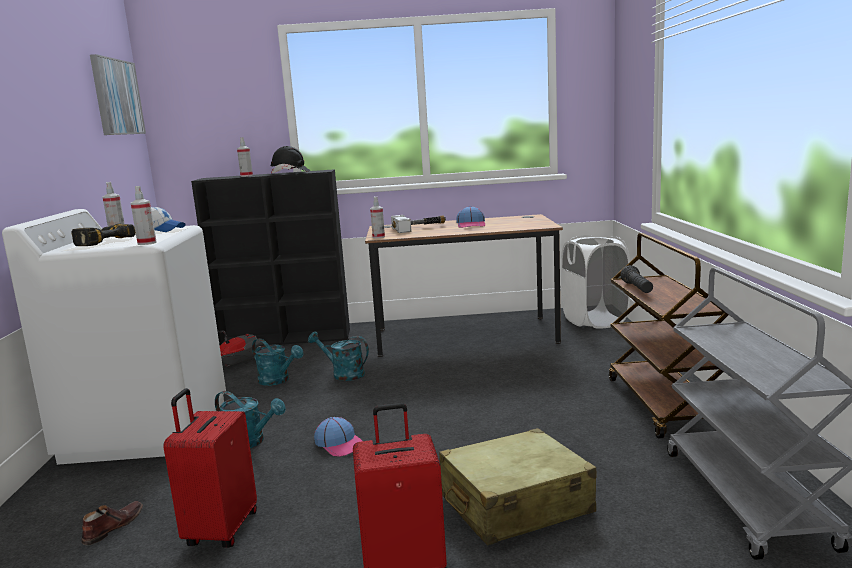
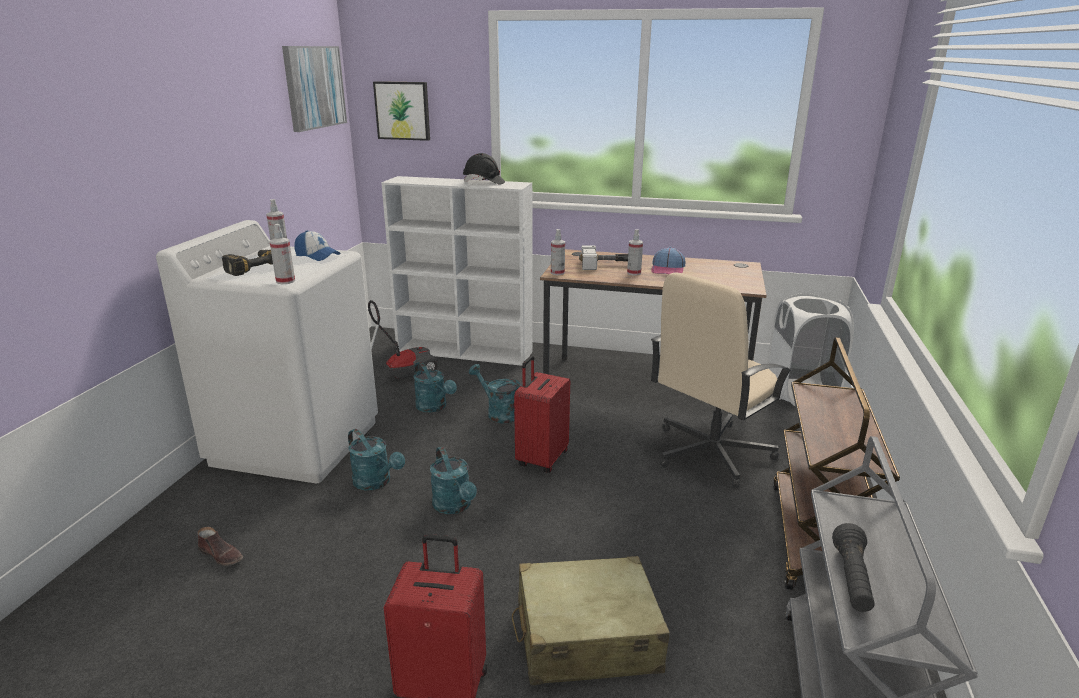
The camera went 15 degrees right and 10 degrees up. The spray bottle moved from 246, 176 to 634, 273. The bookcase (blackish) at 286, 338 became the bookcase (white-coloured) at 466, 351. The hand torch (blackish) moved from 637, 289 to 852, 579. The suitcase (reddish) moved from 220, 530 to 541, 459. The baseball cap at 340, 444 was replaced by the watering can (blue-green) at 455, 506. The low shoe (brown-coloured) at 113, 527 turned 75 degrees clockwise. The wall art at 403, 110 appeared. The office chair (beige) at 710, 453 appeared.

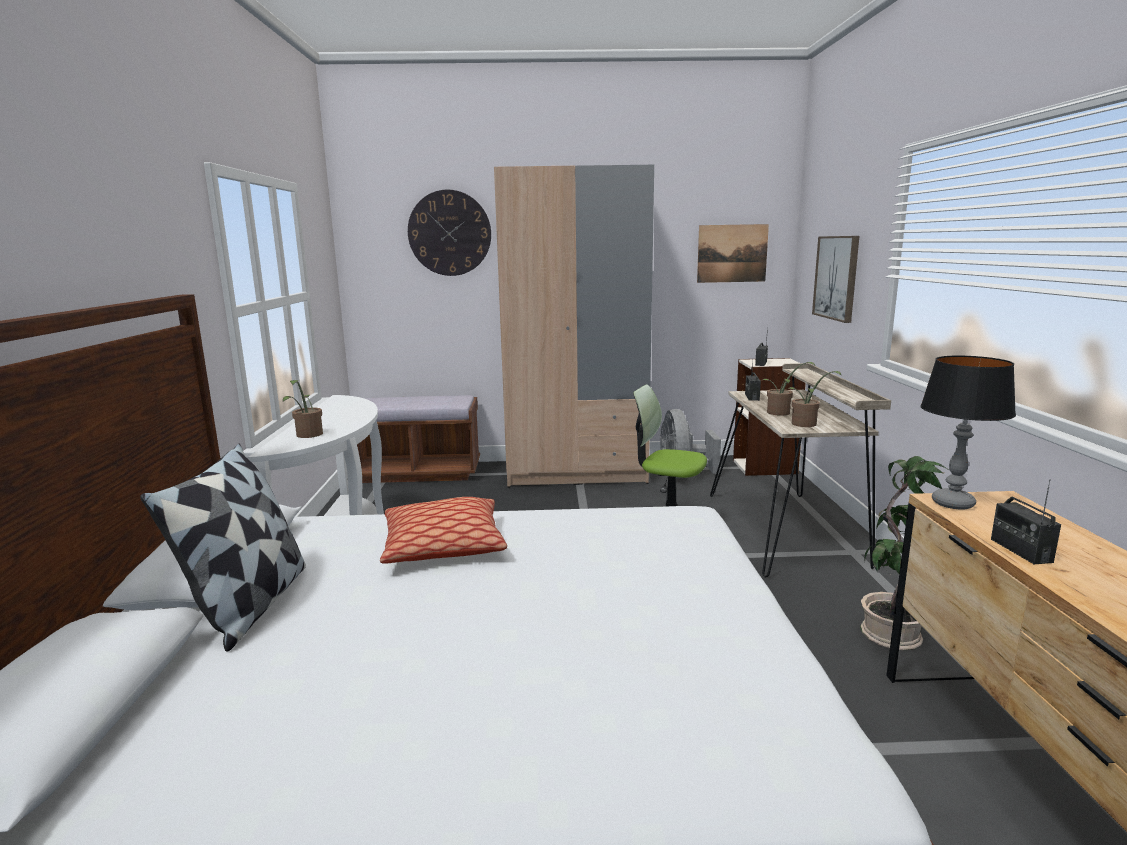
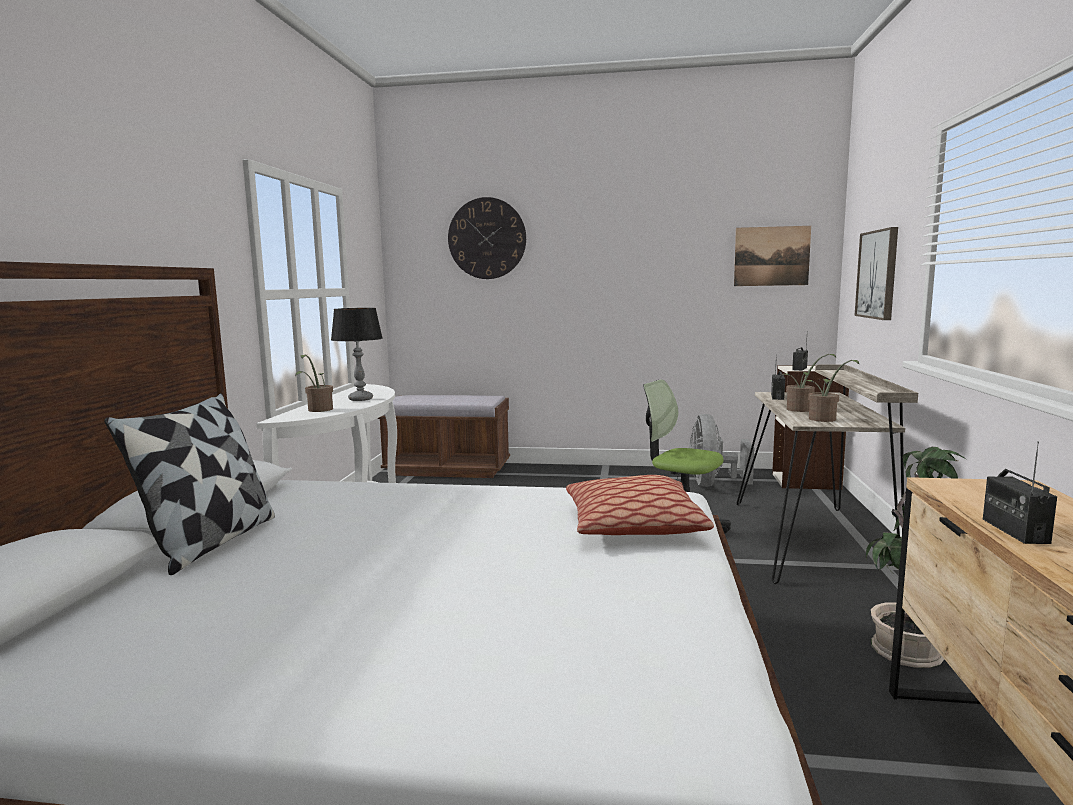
The camera went 10 degrees right and 5 degrees down. The wardrobe (beige) at 576, 472 disappeared. The tabletop lamp moved from 952, 503 to 361, 399. The throw pillow moved from 443, 546 to 633, 525.

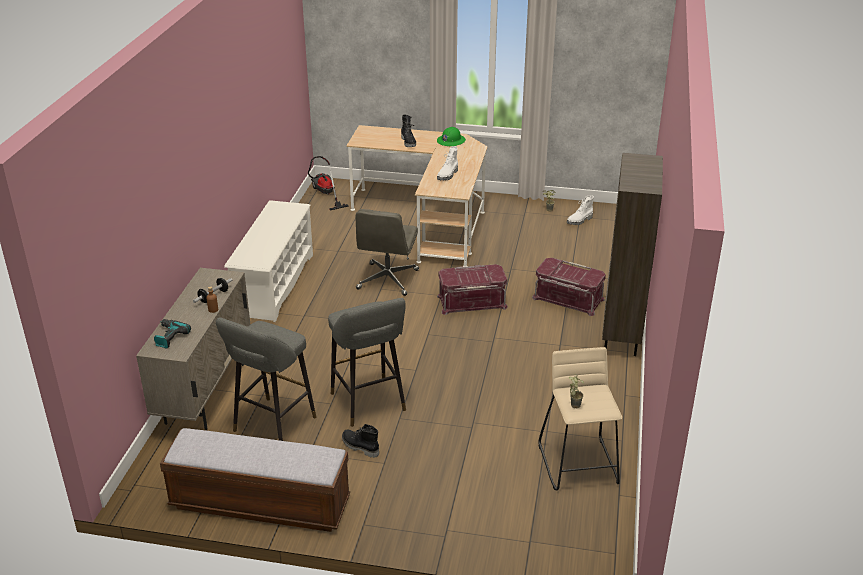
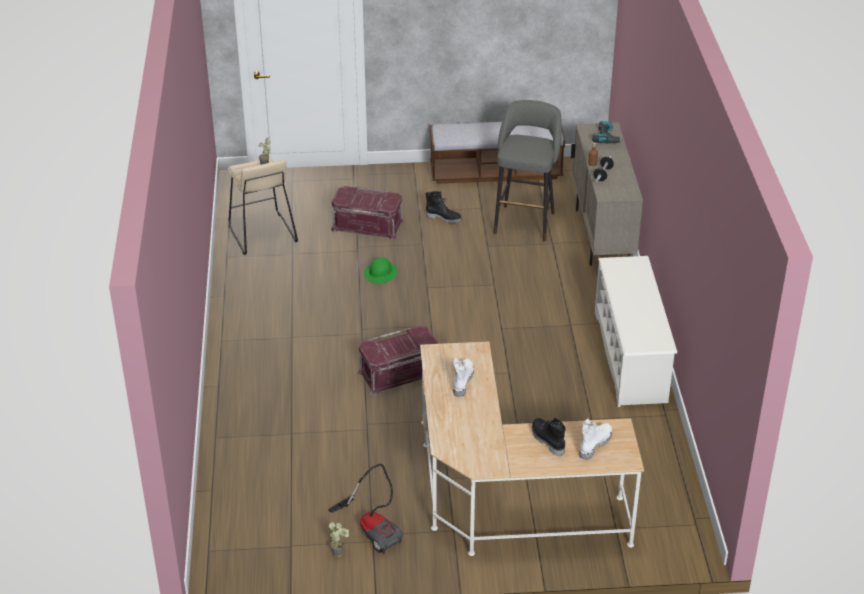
The camera went 165 degrees right and 5 degrees up. The safety helmet (greenish) moved from 451, 141 to 381, 273. The bookcase (brown-coloured) at 622, 336 disappeared. The hoover moved from 325, 194 to 373, 529. The boot (white-coloured) moved from 580, 221 to 594, 444. The office chair (gray) at 387, 280 disappeared. The storage box (reddish) moved from 568, 299 to 368, 225. The sitting stool (gray) at 370, 404 disappeared.

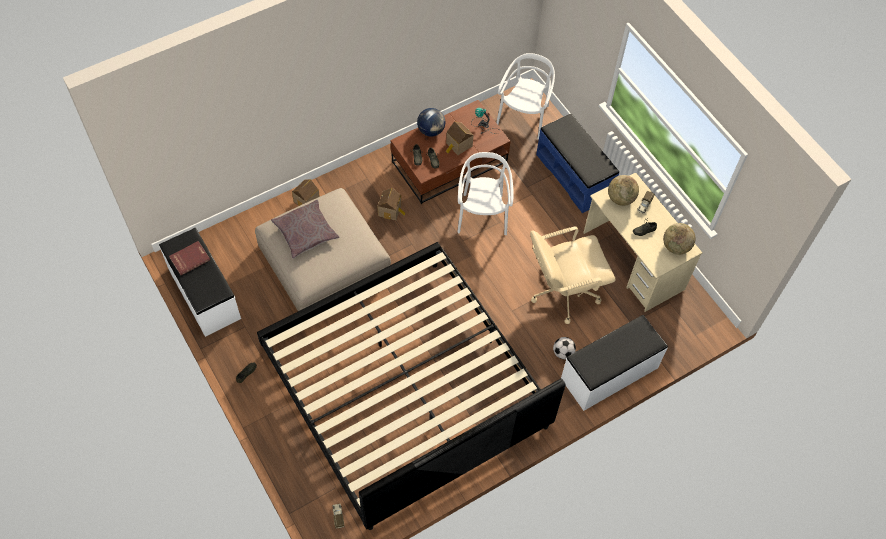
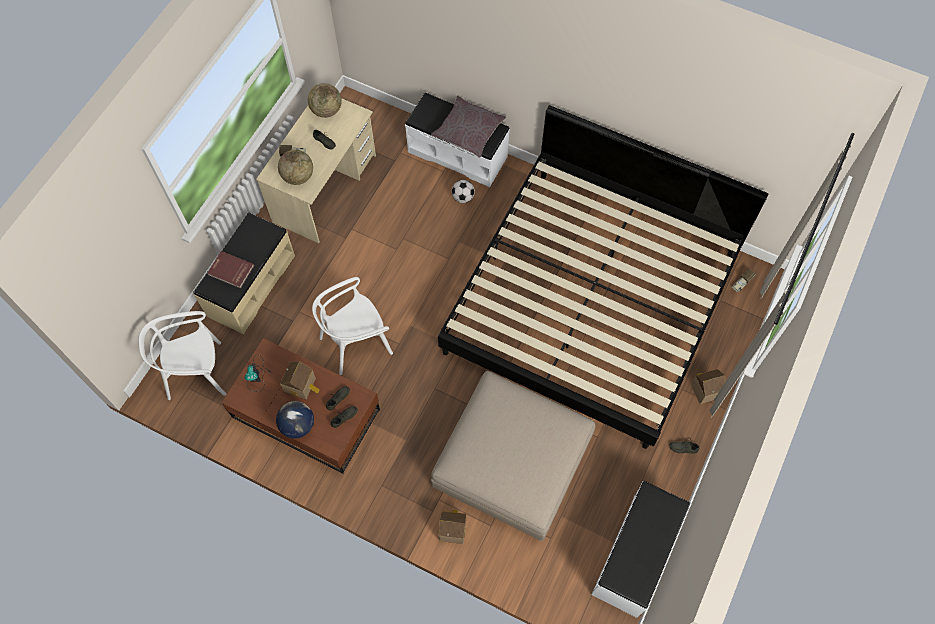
The camera went 120 degrees left and 5 degrees up. The indoor bench (blue) at 574, 175 became the indoor bench (beige) at 250, 285. The miniature house moved from 391, 211 to 705, 389. The throw pillow (gray) moved from 306, 232 to 468, 131. The office chair (beige) at 563, 291 disappeared. The volume (reddish) moved from 189, 258 to 230, 271.

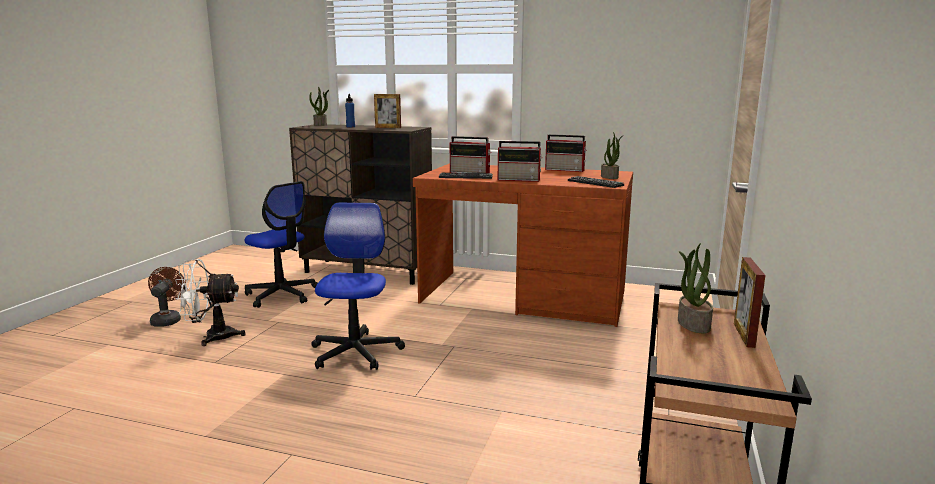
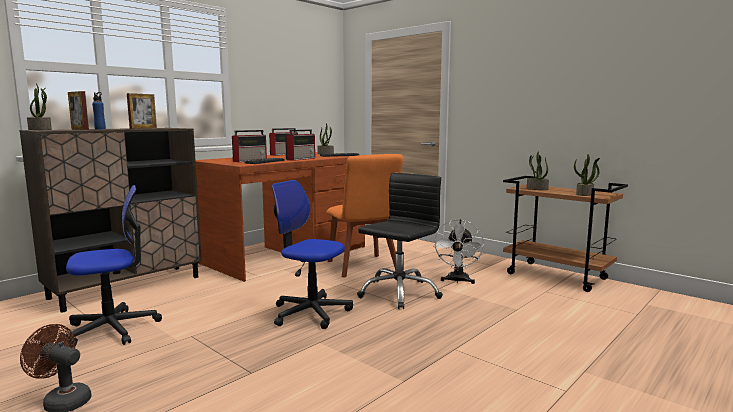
The camera went 65 degrees left and 5 degrees down. The picture frame moved from 744, 335 to 80, 129. The electric fan (white-coloured) moved from 212, 337 to 457, 281. The chair (orangey) at 363, 267 appeared. The plant in a pot at 585, 194 appeared. The office chair (blackish) at 399, 293 appeared.

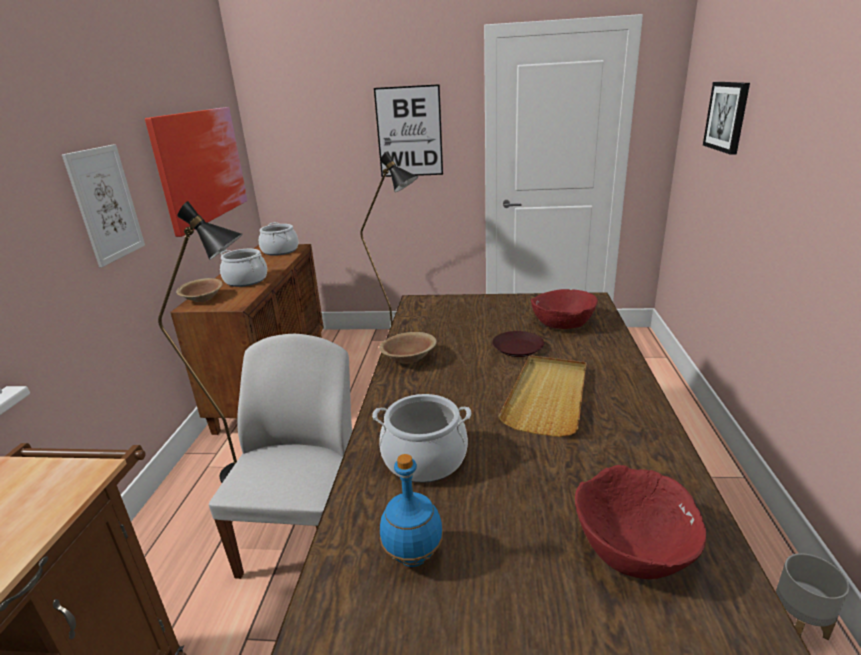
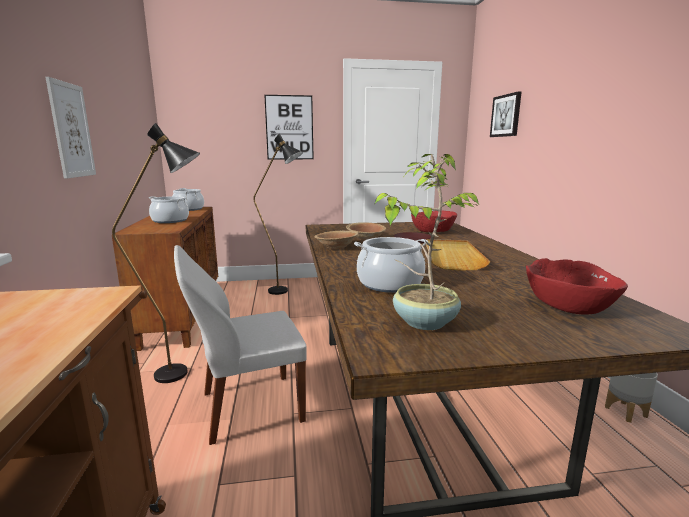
The camera went 15 degrees left and 10 degrees down. The wall art at 201, 166 disappeared. The deep dish (brown-coloured) moved from 202, 299 to 366, 239. The chair (white-coloured) at 305, 536 turned 105 degrees counterclockwise. The beverage bottle (blue) at 414, 556 was replaced by the plant in a pot at 423, 321.

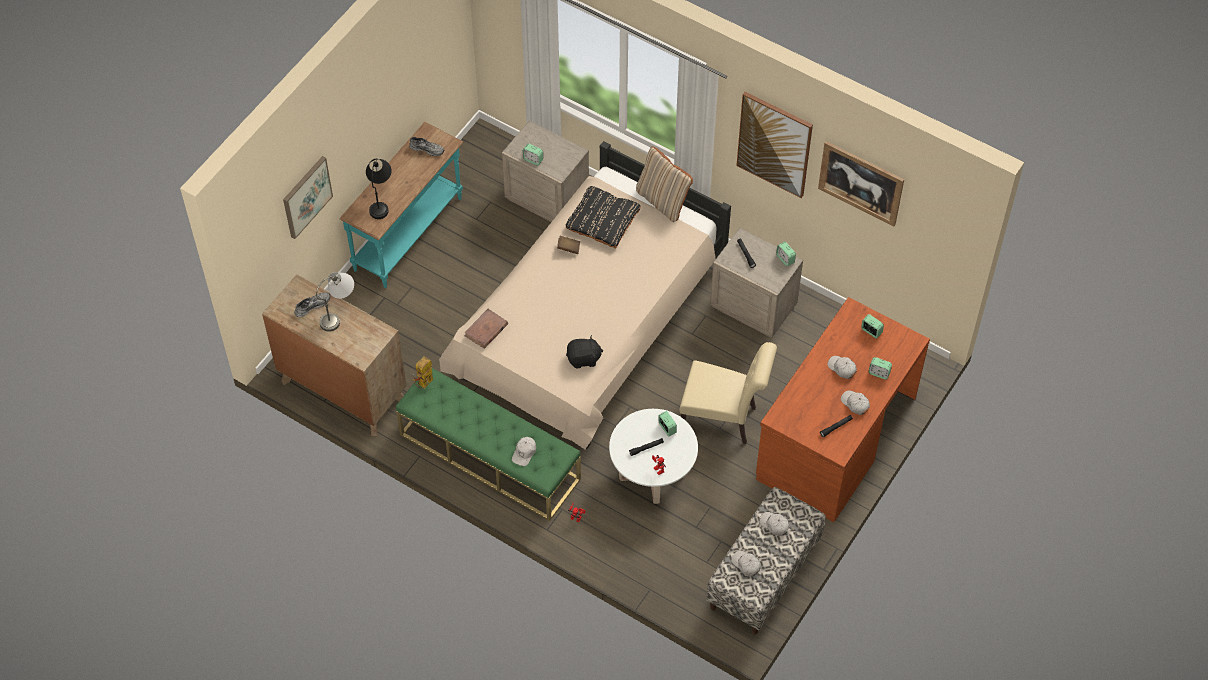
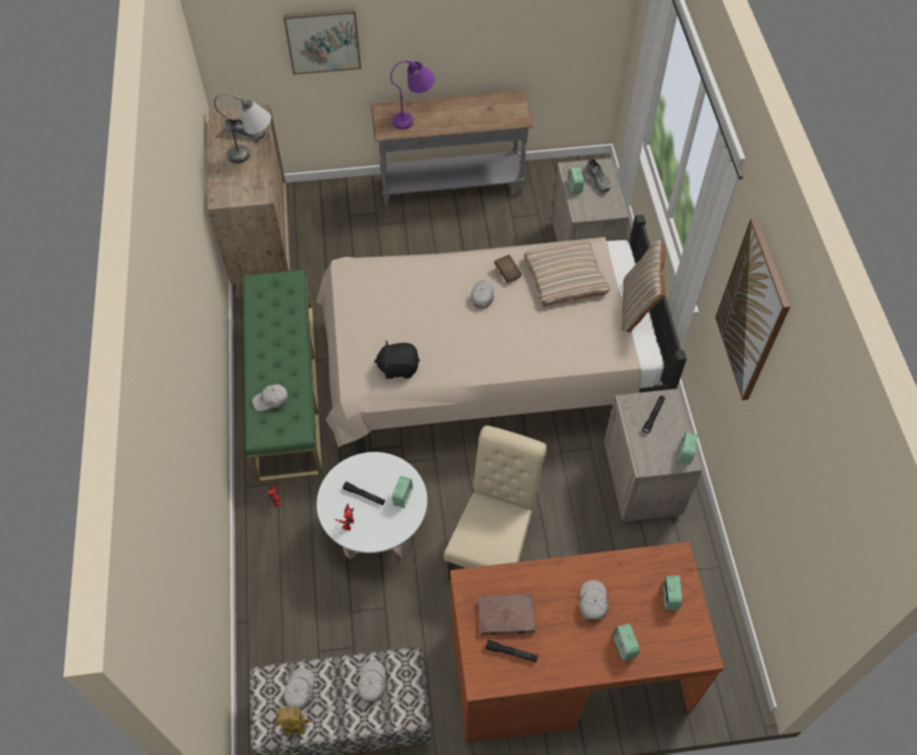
The camera went 50 degrees right and 0 degrees up. The narrow table (blue-green) at 409, 234 became the narrow table (gray) at 451, 187. The low shoe (gray) moved from 427, 148 to 598, 180. The wall art at 861, 183 disappeared. The tabletop lamp (blackish) at 381, 200 became the tabletop lamp (purple) at 414, 116. The throw pillow (blackish) at 602, 220 became the throw pillow (beige) at 565, 277. The volume (brown-coloured) moved from 486, 330 to 506, 616. The cuddly toy (blackish) at 583, 359 turned 135 degrees clockwise. The chair (beige) at 724, 419 turned 135 degrees counterclockwise. The robot figure moved from 424, 385 to 290, 730. The baseball cap (white-coloured) moved from 855, 404 to 482, 296.

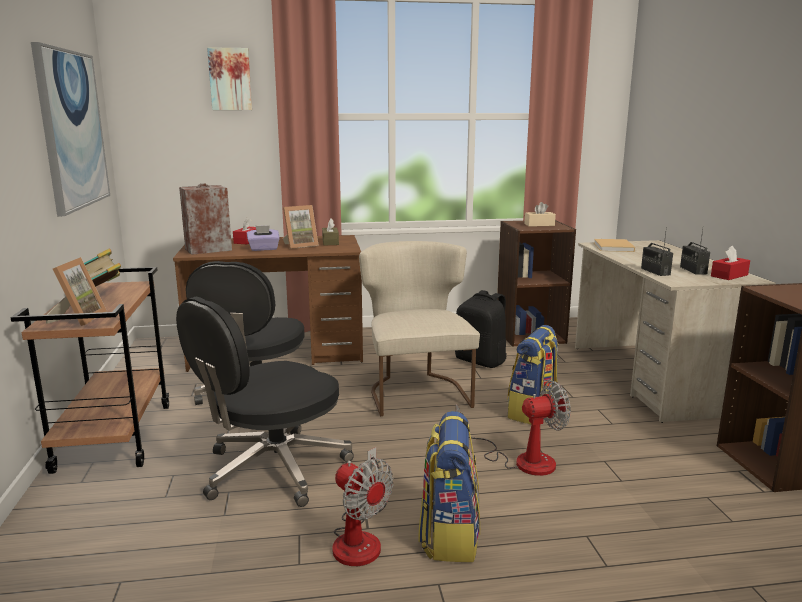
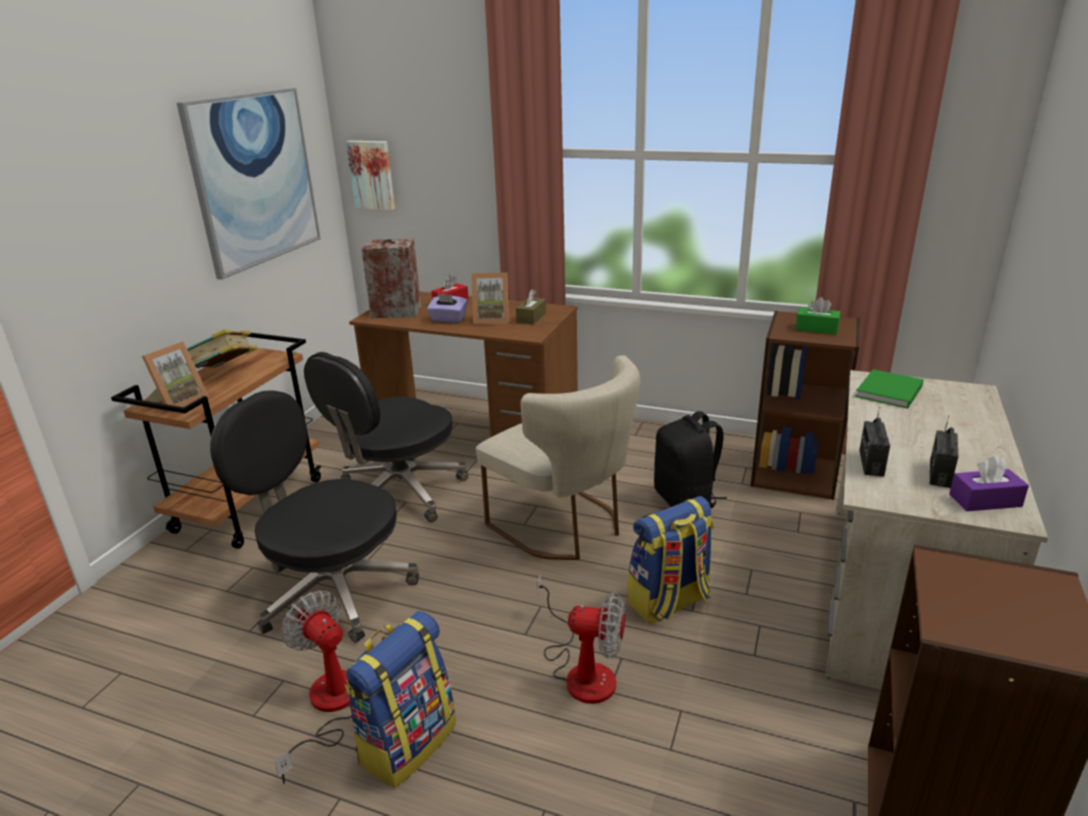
The camera went 30 degrees right and 10 degrees up. The wall art moved from 230, 79 to 372, 175. The box of tissues (beige) at 539, 225 became the box of tissues (greenish) at 816, 328. The volume (beige) at 613, 247 became the volume (greenish) at 888, 392. The chair (beige) at 416, 391 turned 120 degrees clockwise. The box of tissues (reddish) at 729, 275 became the box of tissues (purple) at 985, 500. The office chair (blackish) at 272, 469 turned 45 degrees clockwise. The electric fan at 360, 537 turned 150 degrees clockwise.

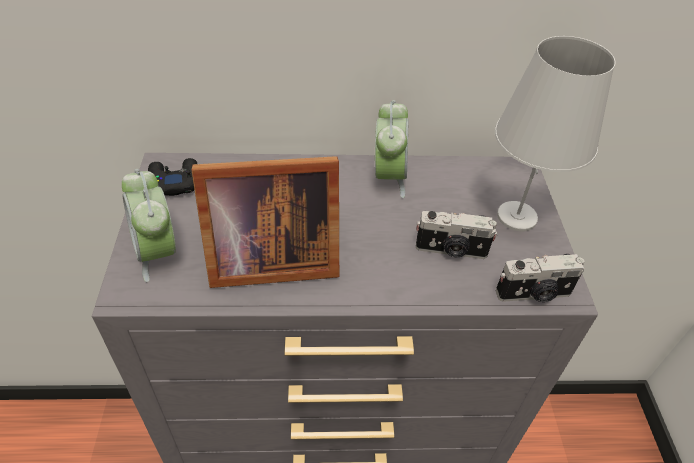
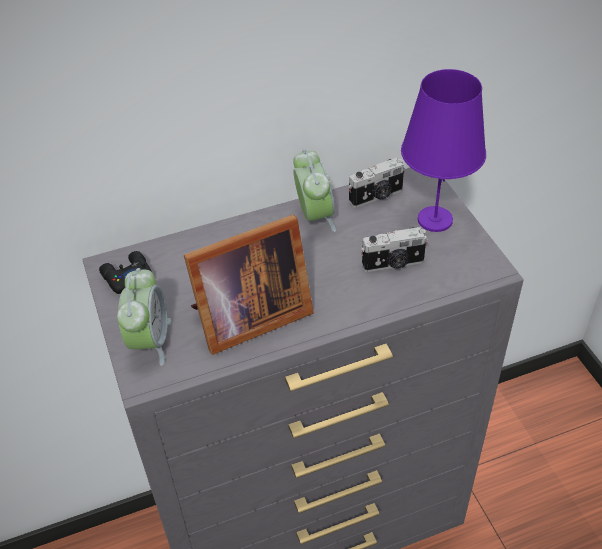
The camera went 15 degrees left and 0 degrees up. The tabletop lamp (white-coloured) at 516, 217 became the tabletop lamp (purple) at 434, 220. The table clock at 157, 252 turned 135 degrees counterclockwise. The still camera moved from 534, 294 to 377, 197.

